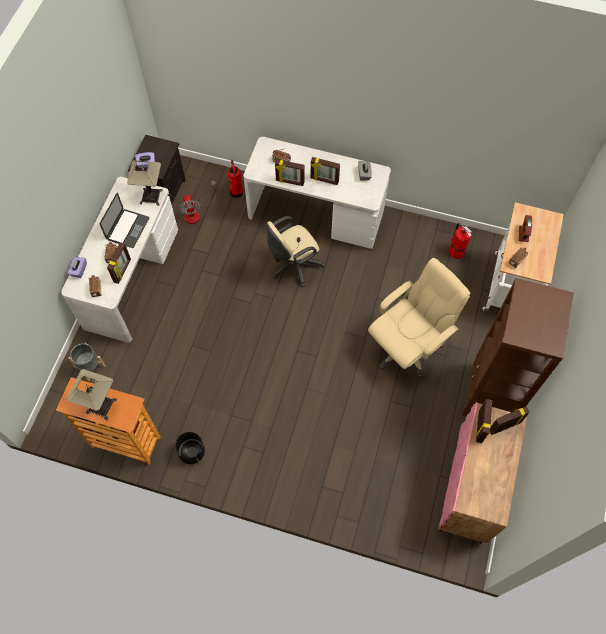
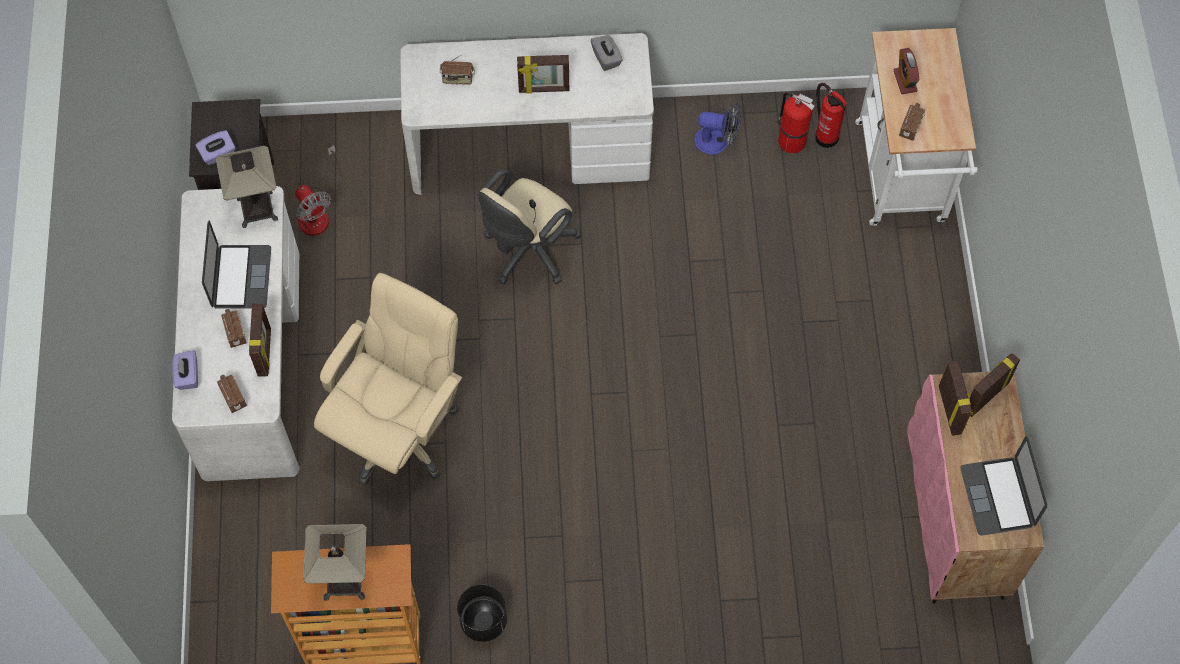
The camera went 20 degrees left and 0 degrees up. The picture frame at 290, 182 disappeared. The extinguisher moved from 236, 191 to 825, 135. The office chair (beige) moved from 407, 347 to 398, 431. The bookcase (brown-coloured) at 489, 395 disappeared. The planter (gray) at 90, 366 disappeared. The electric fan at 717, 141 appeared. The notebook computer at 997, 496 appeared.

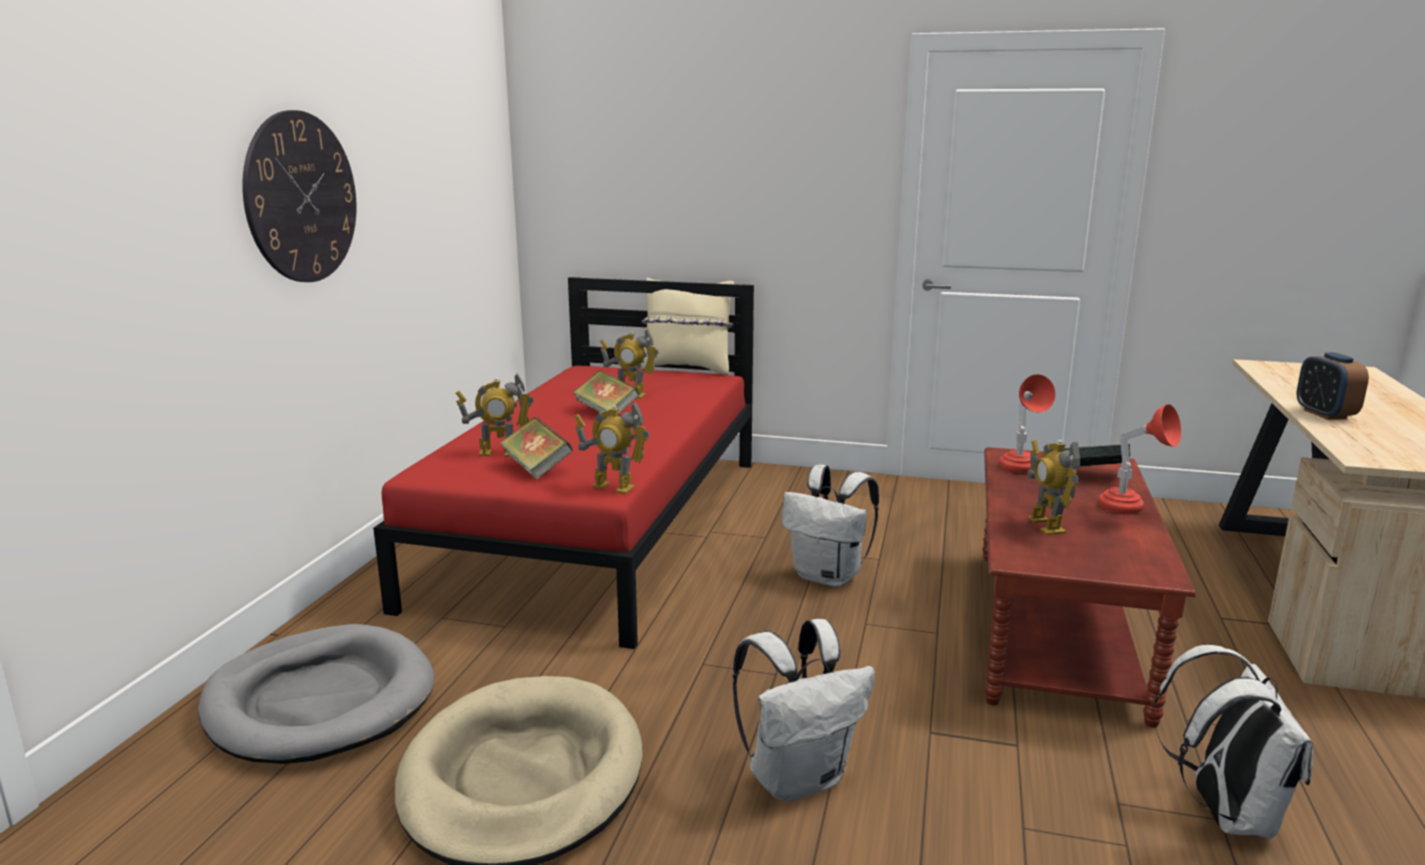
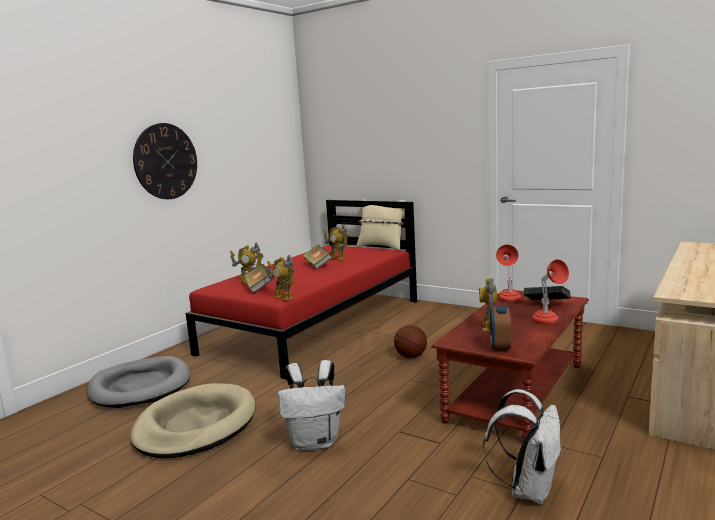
The camera went 20 degrees right and 5 degrees down. The table clock moved from 1325, 414 to 500, 346. The backpack (white-coloured) at 829, 577 was replaced by the basketball at 411, 356.

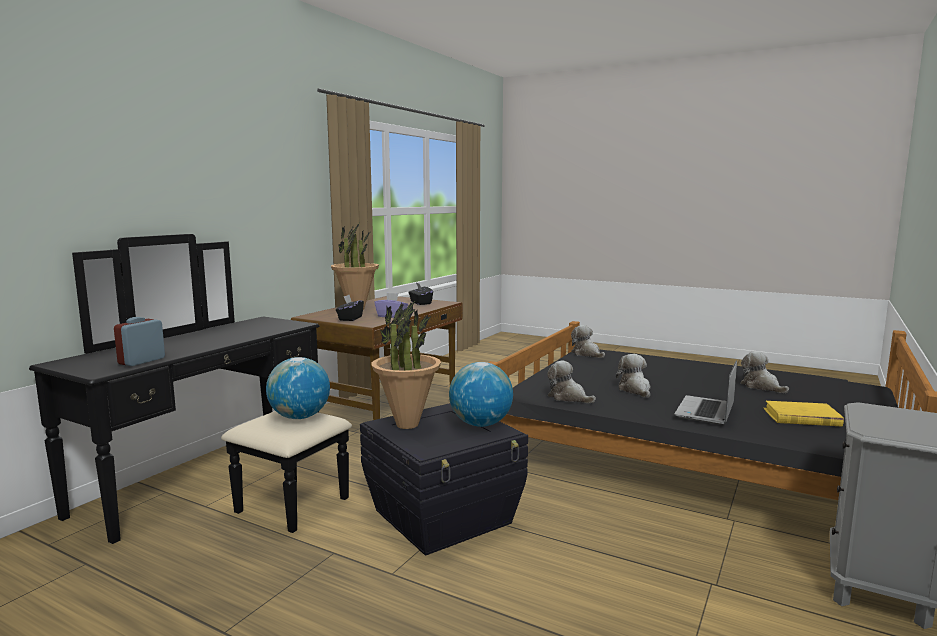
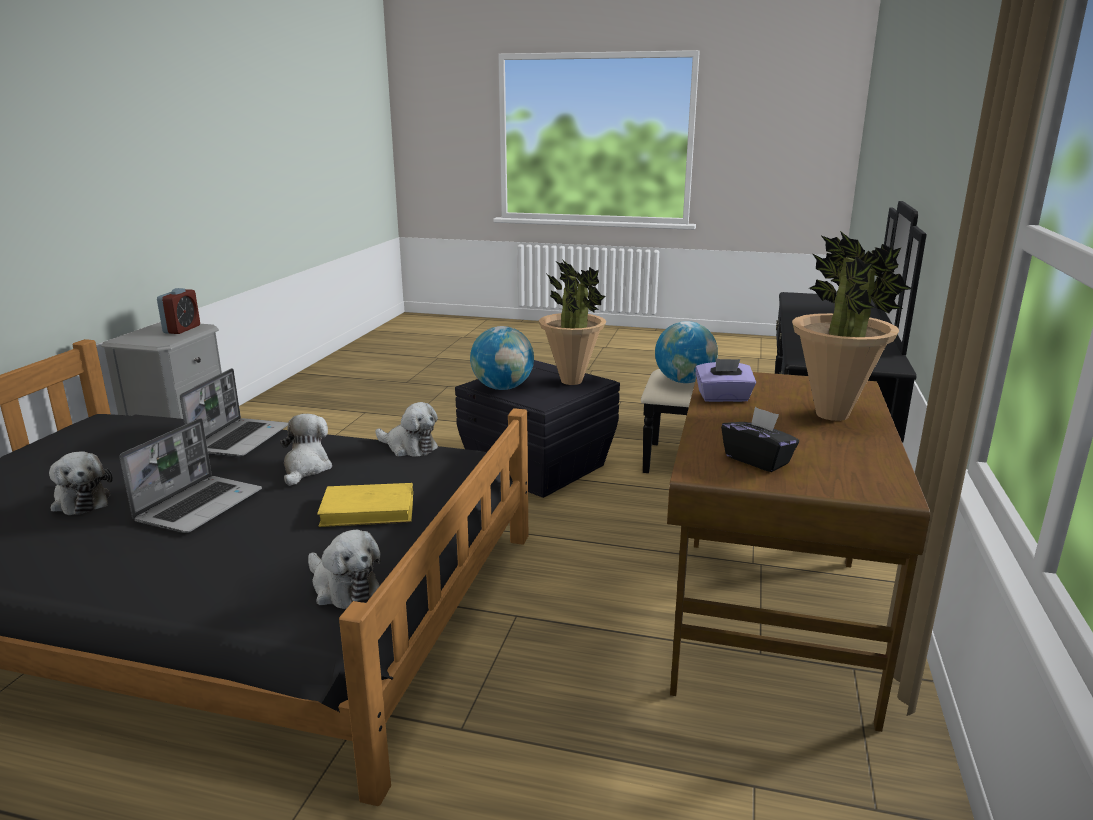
The camera went 165 degrees right and 10 degrees up. The box of tissues (blackish) at 350, 318 disappeared. The table clock moved from 142, 361 to 182, 329. The cuddly toy at 635, 390 turned 150 degrees counterclockwise. The volume (yellow-coloured) moved from 801, 417 to 368, 510. The notebook computer at 200, 505 appeared.

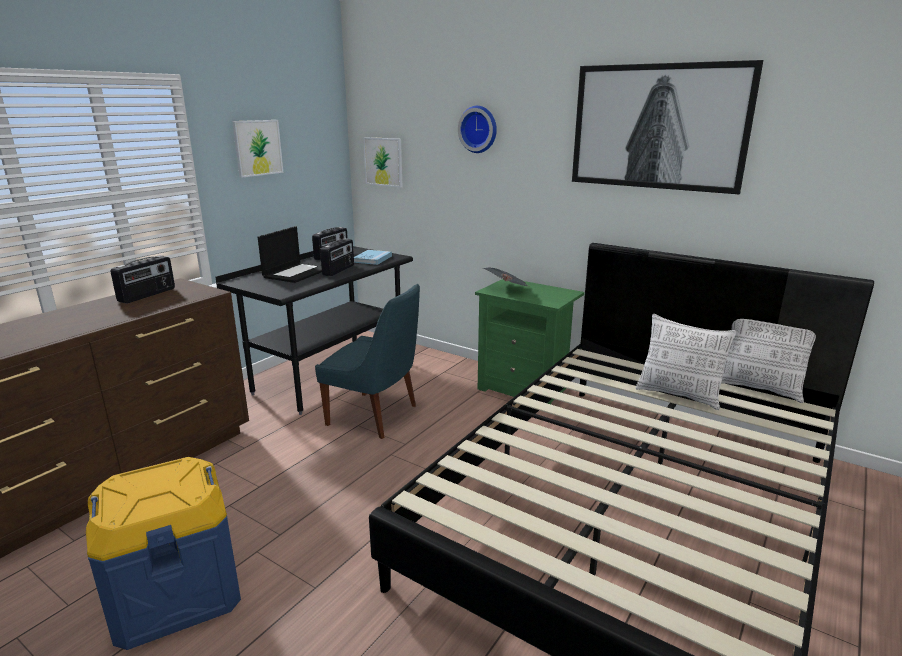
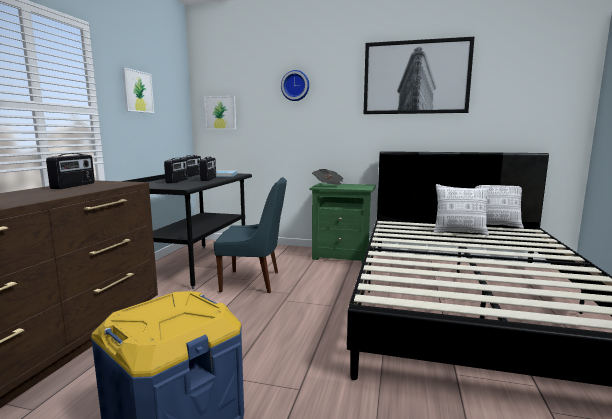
The camera went 20 degrees left and 10 degrees down. The notebook computer at 297, 272 was replaced by the radio at 177, 181.

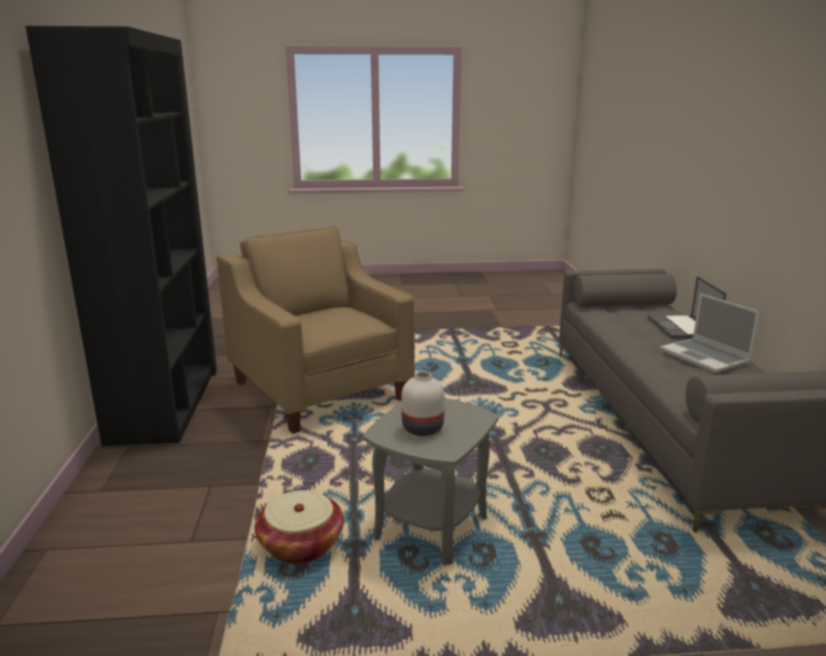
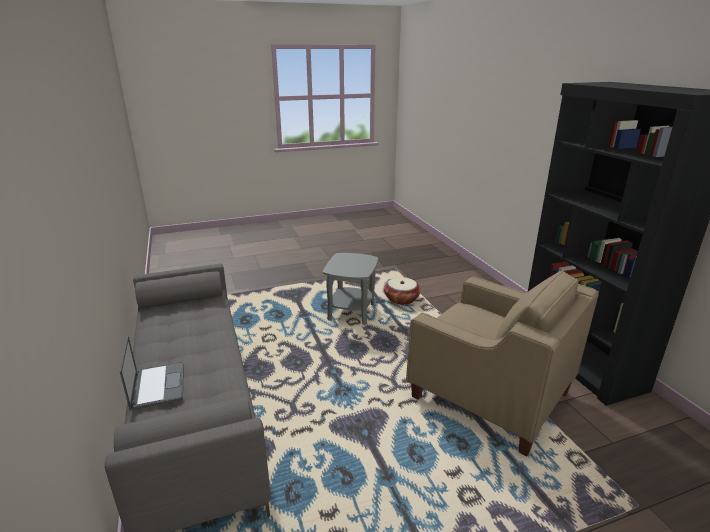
The camera went 165 degrees right and 5 degrees up. The notebook computer at 705, 357 disappeared. The flower vase (white-coloured) at 424, 428 disappeared.

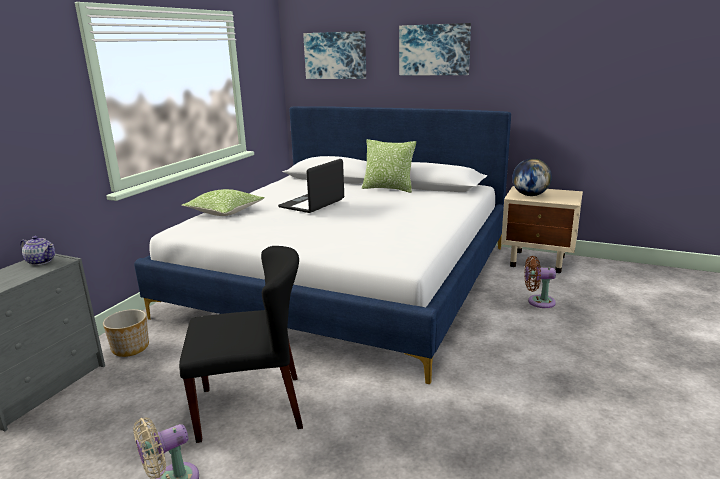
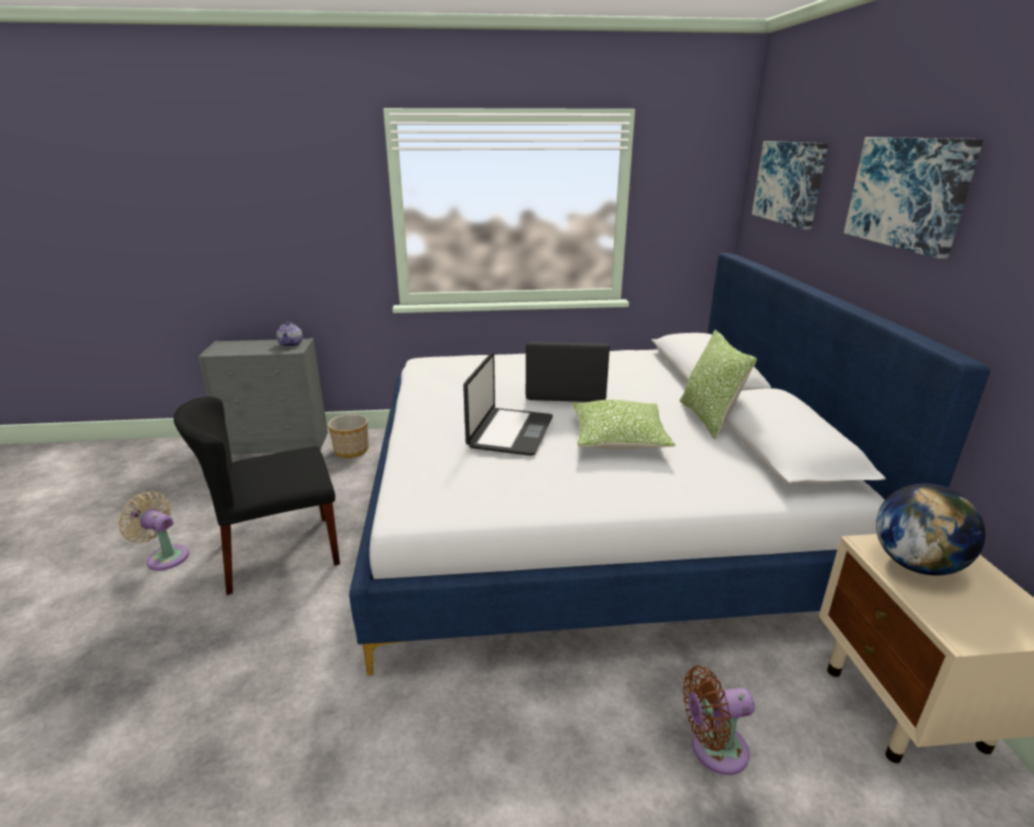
The camera went 60 degrees right and 5 degrees up. The throw pillow moved from 225, 212 to 618, 438. The chair (blackish) at 252, 407 turned 105 degrees clockwise. The electric fan (brown-coloured) at 538, 302 turned 75 degrees counterclockwise. The notebook computer at 509, 432 appeared.

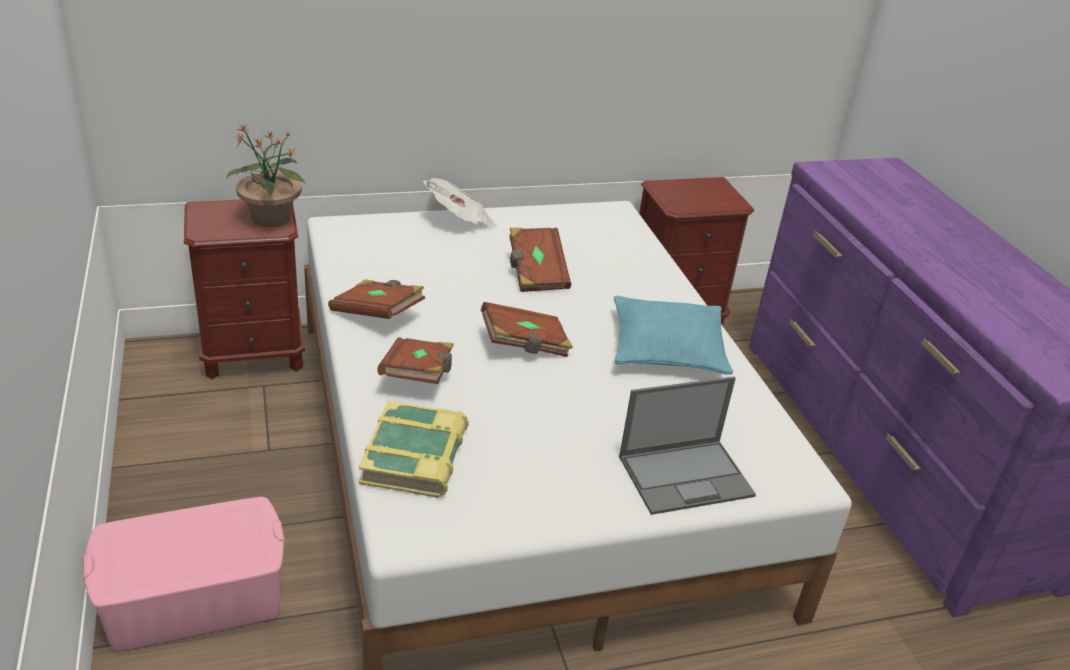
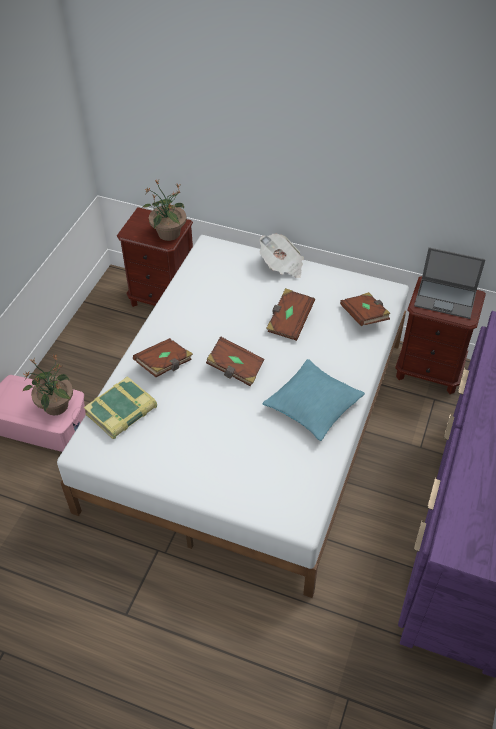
The camera went 40 degrees right and 15 degrees up. The volume (brown-coloured) moved from 377, 314 to 364, 316. The notebook computer moved from 687, 476 to 446, 298. The plant in a pot at 56, 406 appeared.

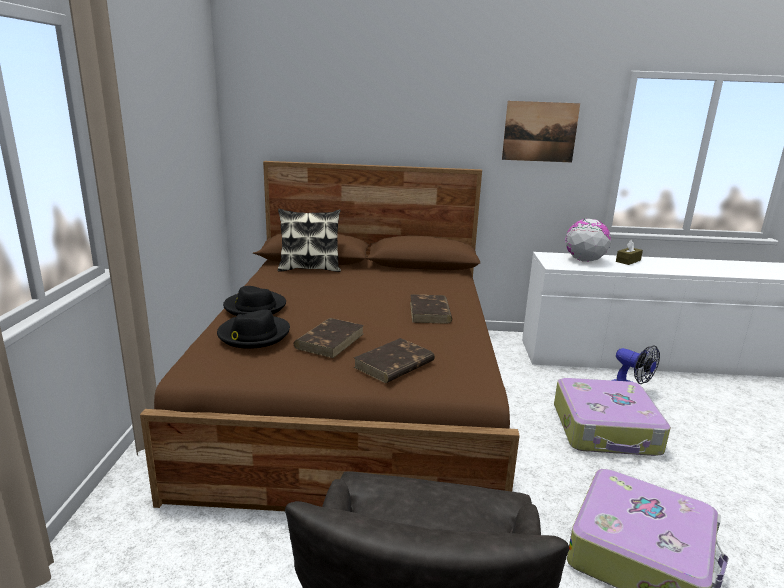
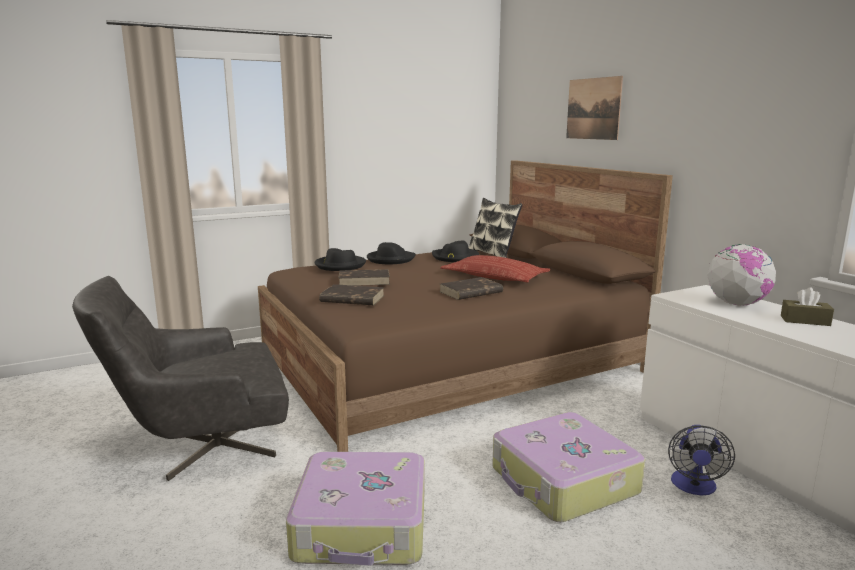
The camera went 60 degrees right and 5 degrees down. The wall art moved from 540, 132 to 593, 108. The clothing hat (blackish) at 455, 257 appeared. The throw pillow at 494, 277 appeared.

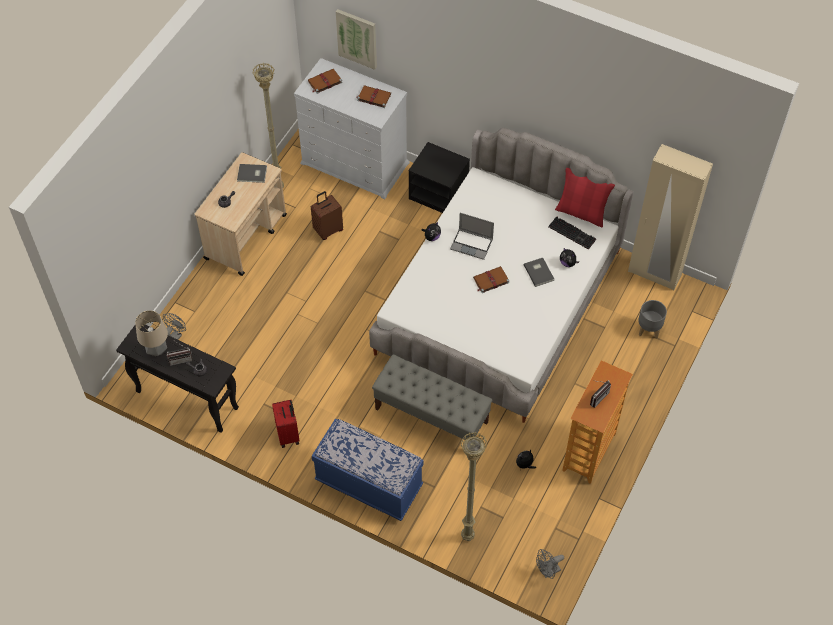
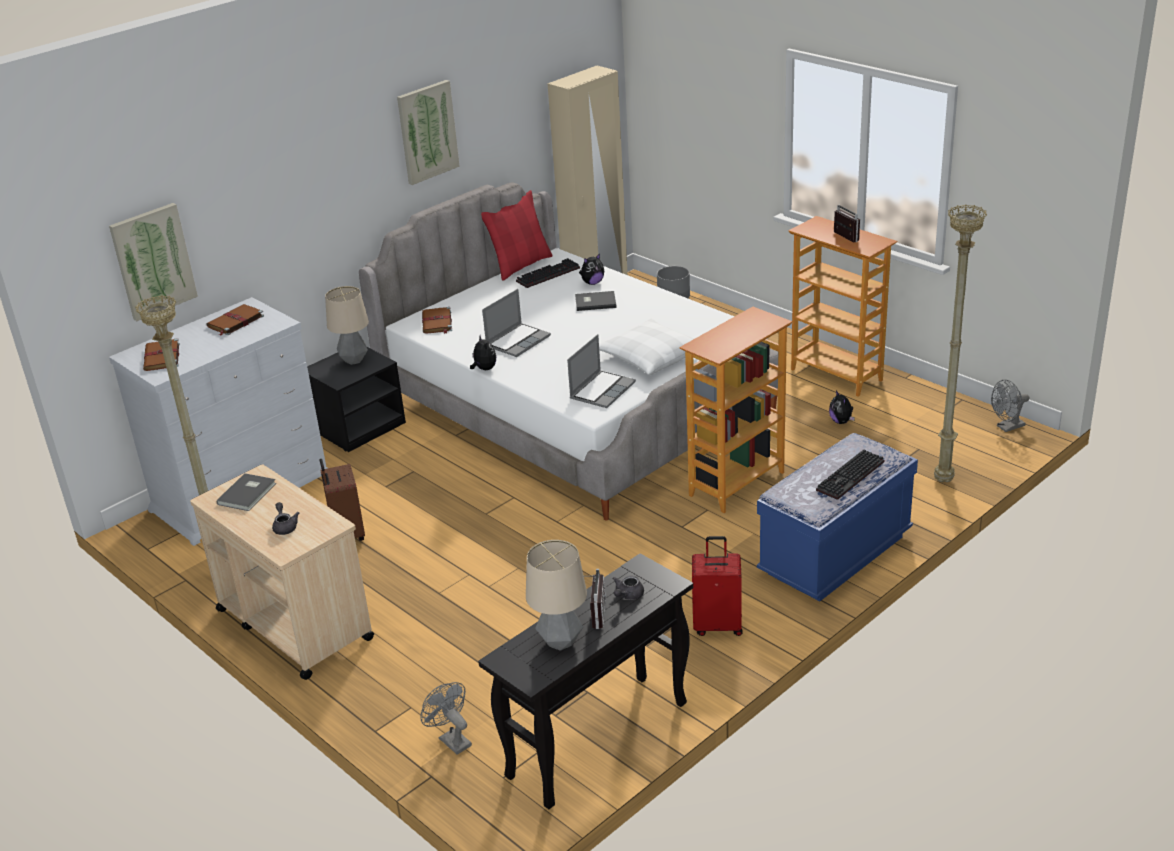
The camera went 70 degrees left and 25 degrees down. The volume (brown-coloured) moved from 490, 280 to 437, 323. The indoor bench (gray) at 432, 415 was replaced by the bookcase at 736, 483. The electric fan (gray) at 547, 571 turned 75 degrees clockwise. The wall art at 427, 132 appeared. The tabletop lamp at 353, 360 appeared. The throw pillow (white-coloured) at 650, 357 appeared. The notebook computer at 602, 390 appeared. The keyboard at 851, 477 appeared.

